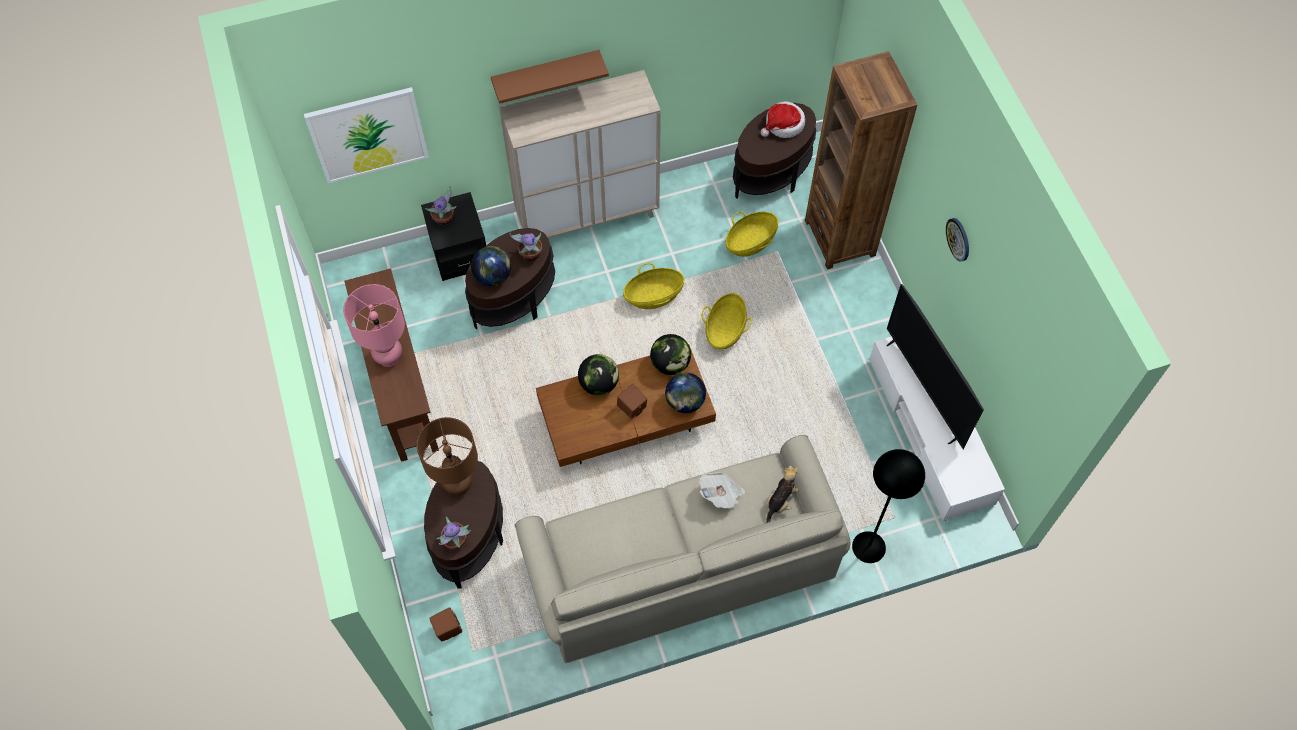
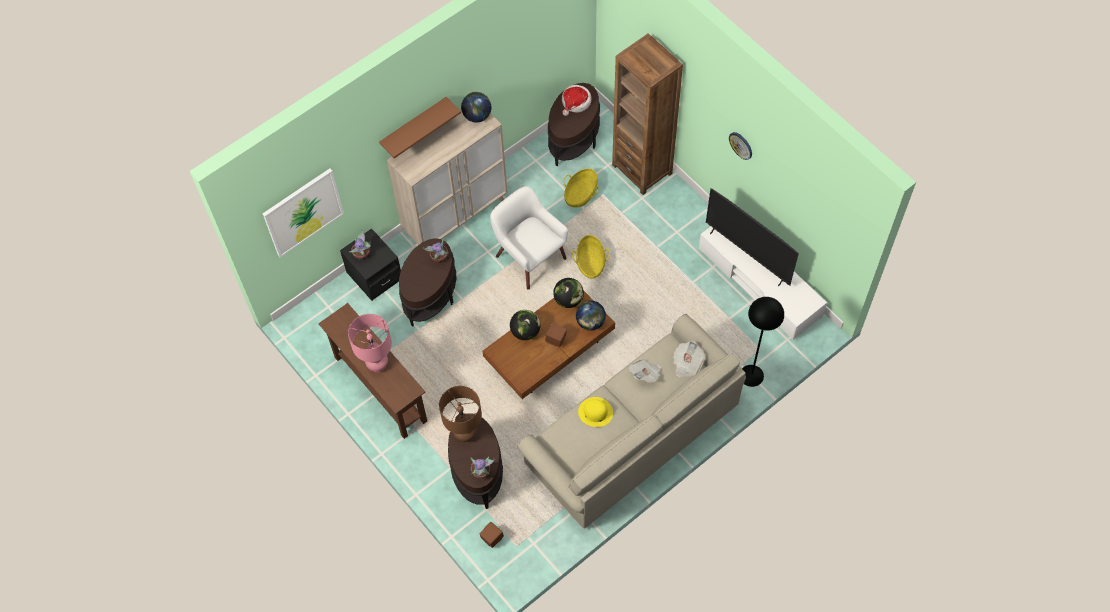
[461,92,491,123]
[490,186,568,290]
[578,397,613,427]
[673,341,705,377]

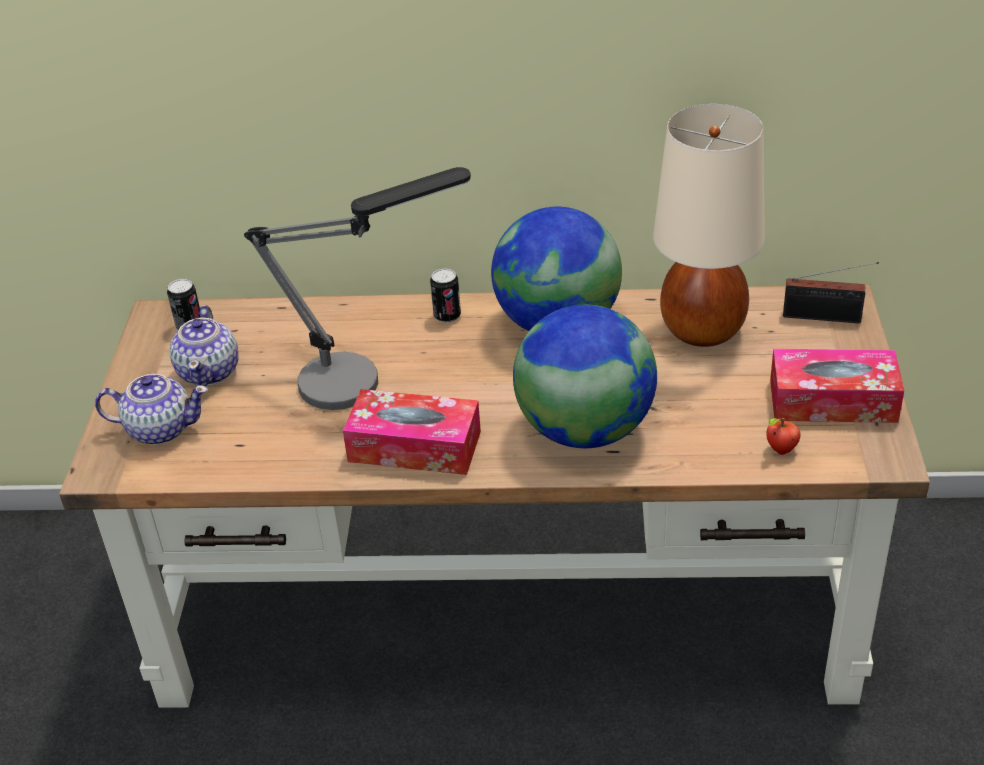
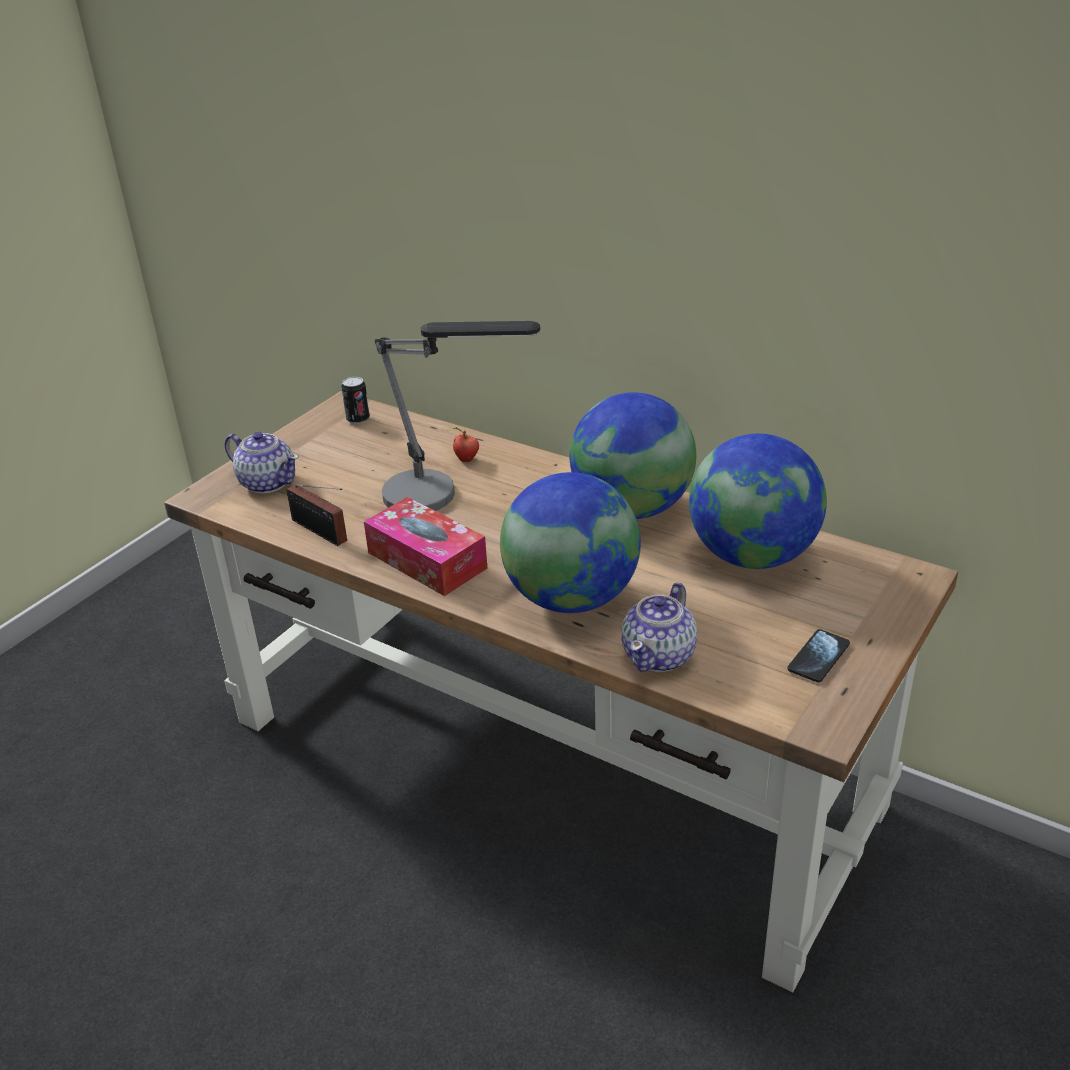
[286,484,347,546]
[449,427,479,462]
[622,583,697,672]
[689,434,827,569]
[787,629,850,682]
[430,268,461,323] (first image)

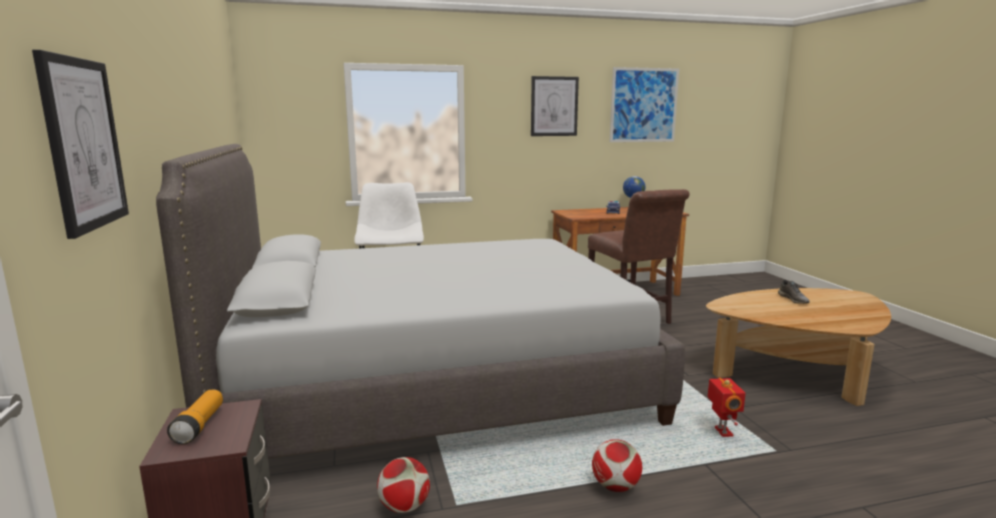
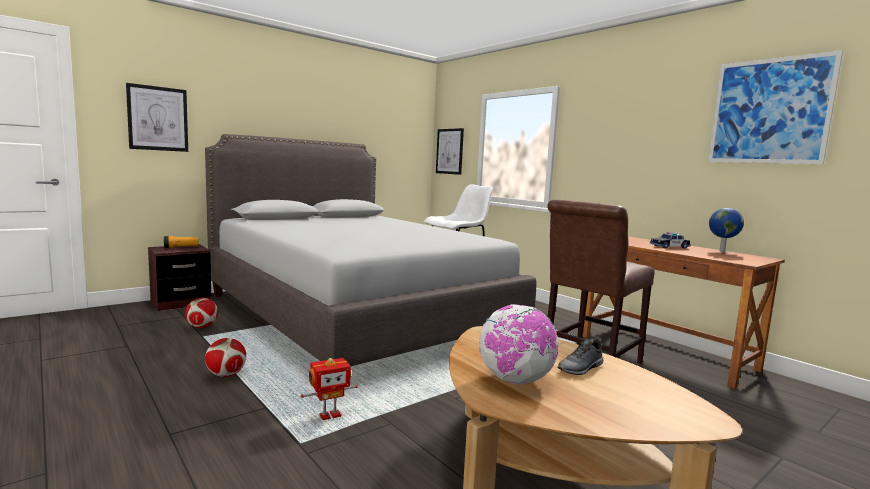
[436,128,464,175]
[479,304,559,385]

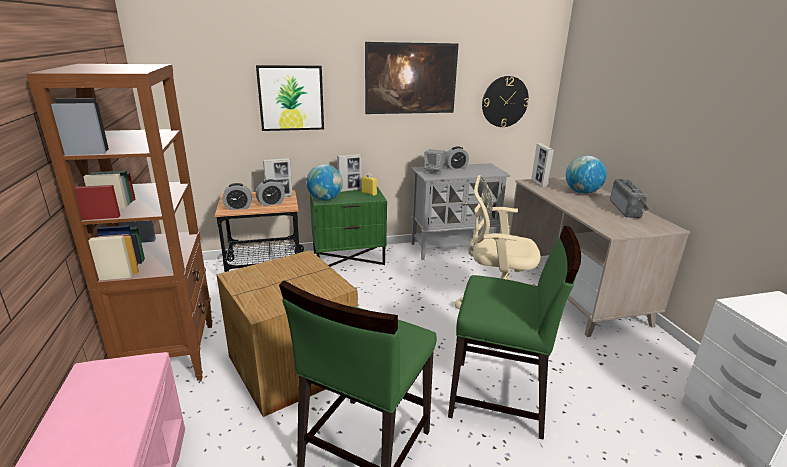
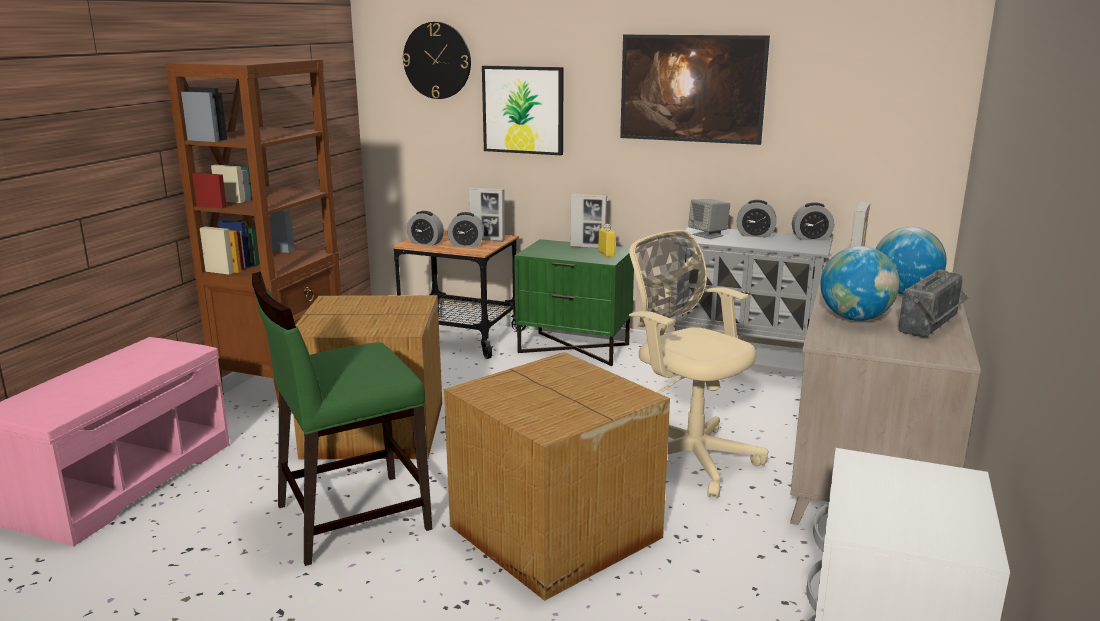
[402,22,471,99]
[444,352,670,601]
[792,202,834,240]
[820,246,899,321]

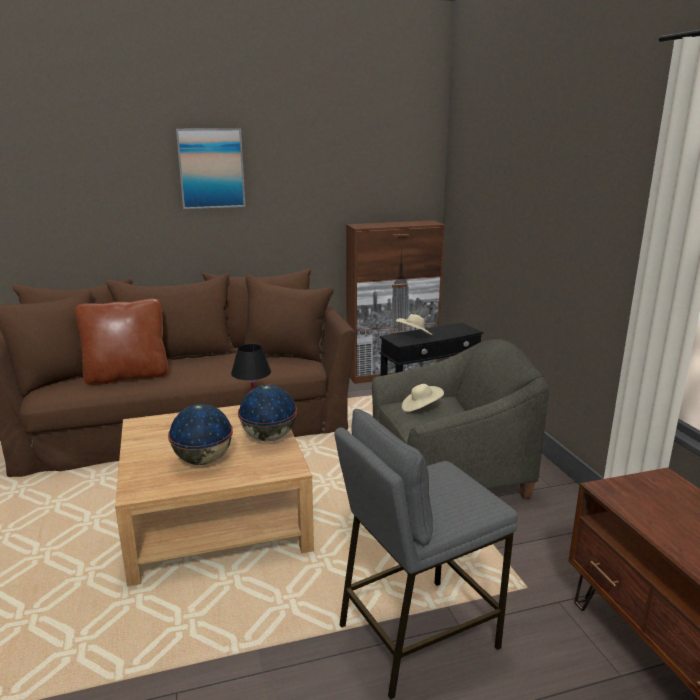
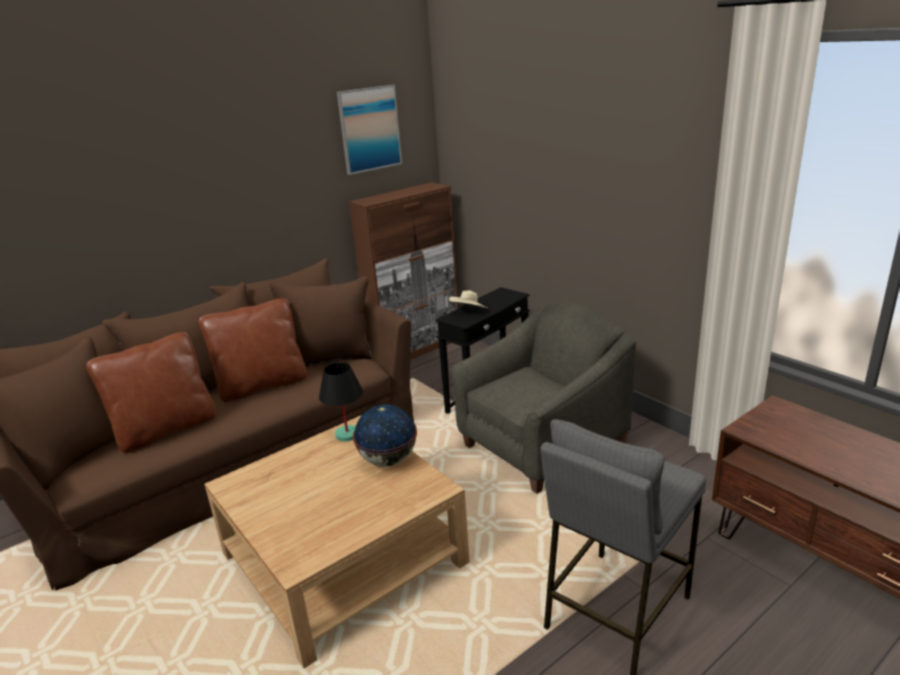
[199,298,307,402]
[337,85,402,175]
[168,404,233,465] (first image)
[402,384,444,412] (first image)

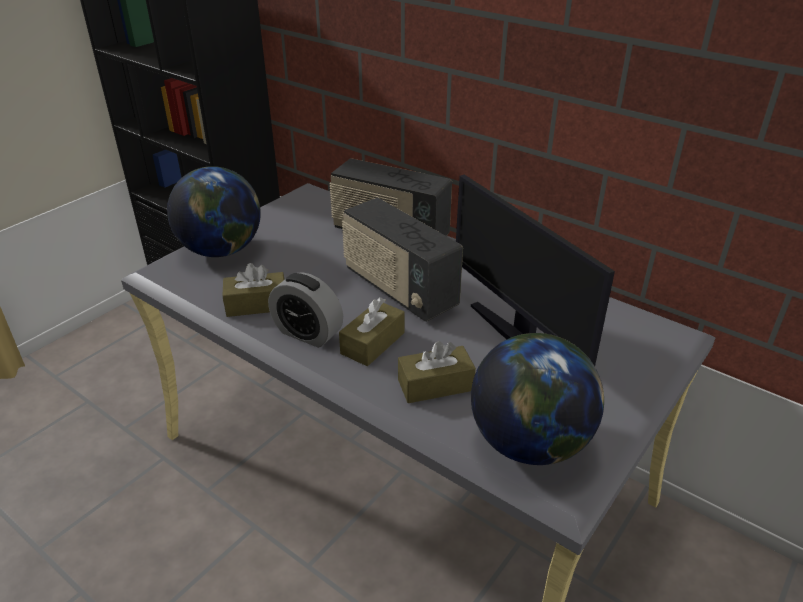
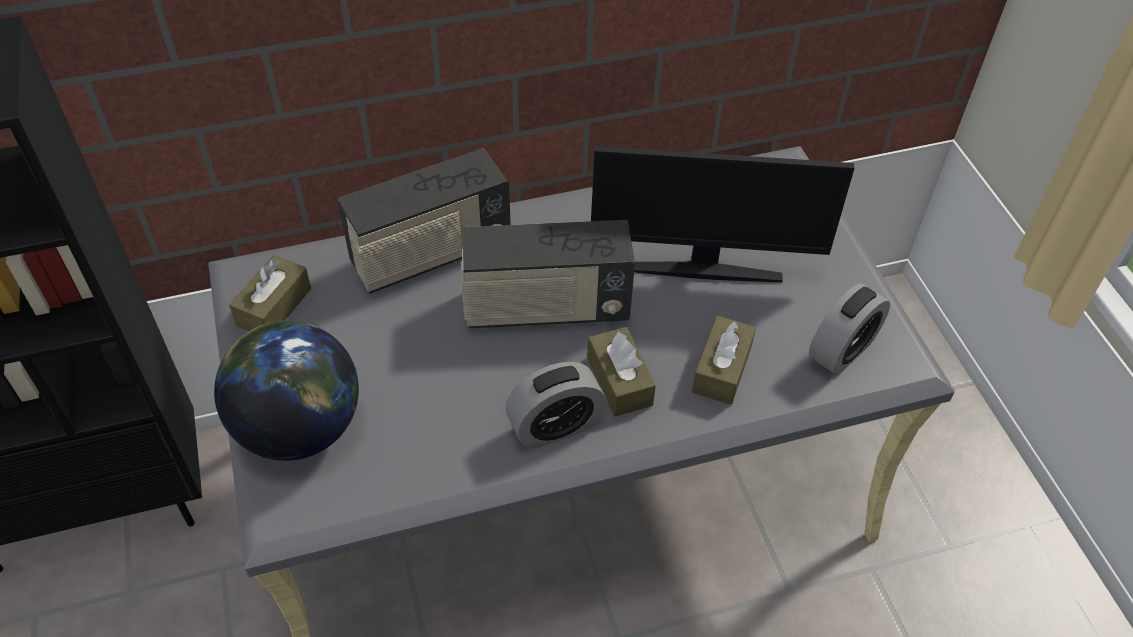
[229,255,311,331]
[809,284,890,375]

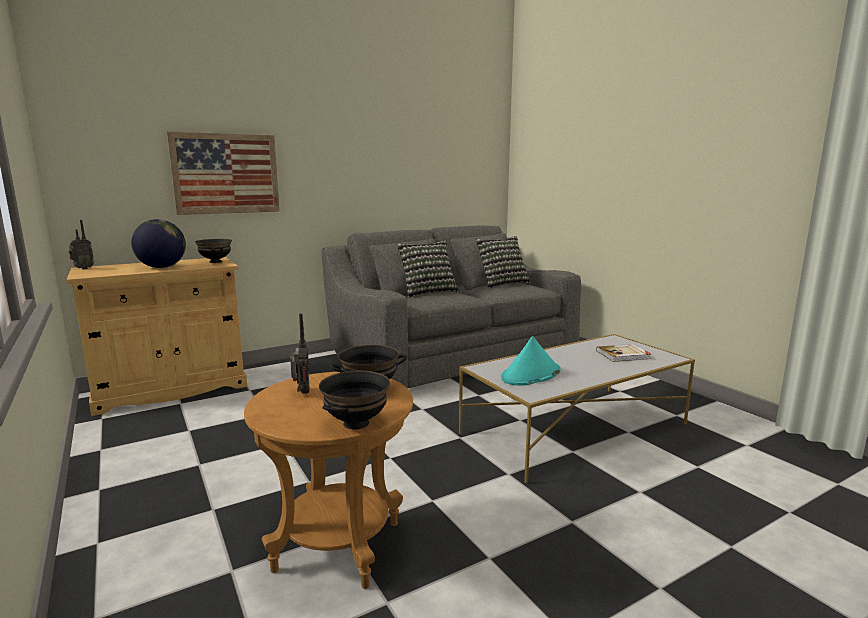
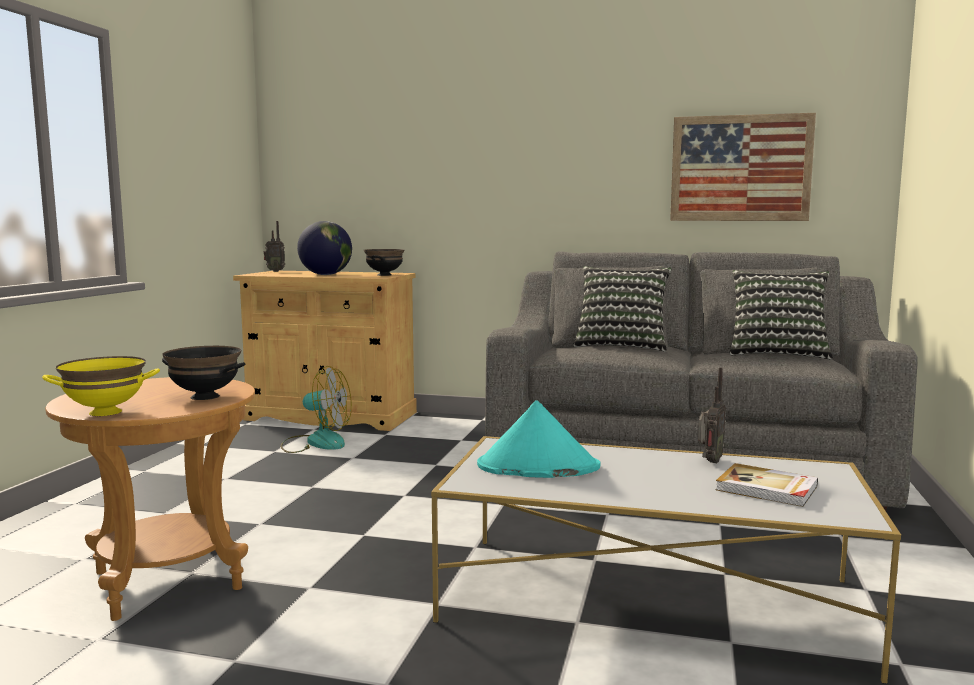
[42,356,160,416]
[280,366,352,453]
[670,113,816,221]
[698,367,726,463]

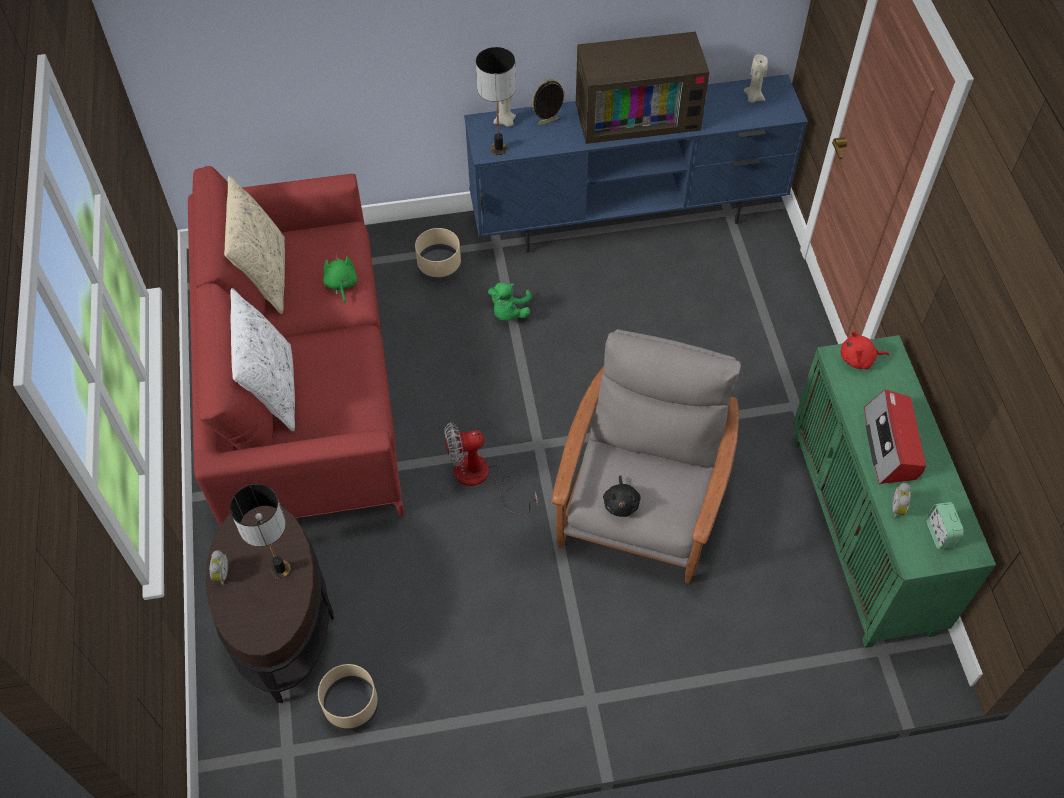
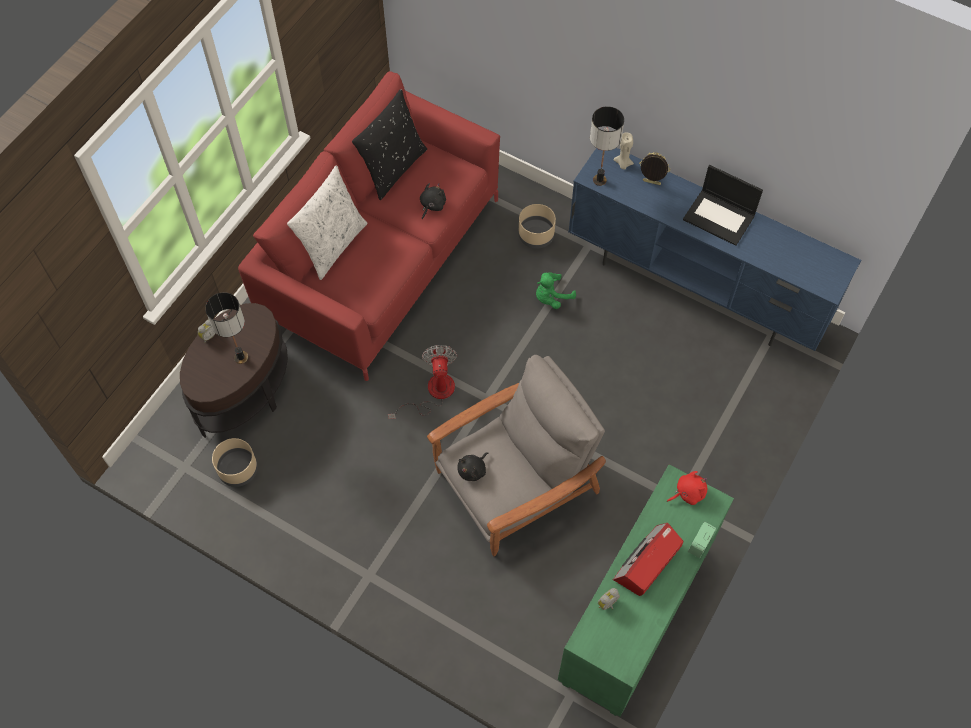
[352,89,427,200]
[388,345,457,419]
[420,183,446,219]
[667,471,707,505]
[683,165,763,246]
[688,521,716,558]
[744,54,768,103] (first image)

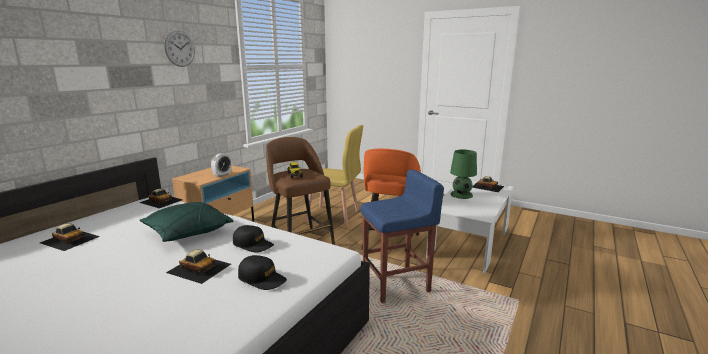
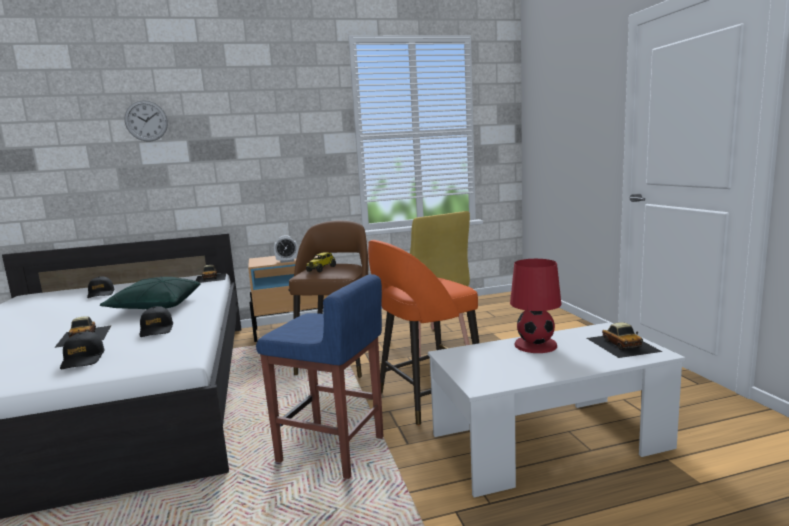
[87,276,114,298]
[124,100,168,142]
[510,259,562,353]

